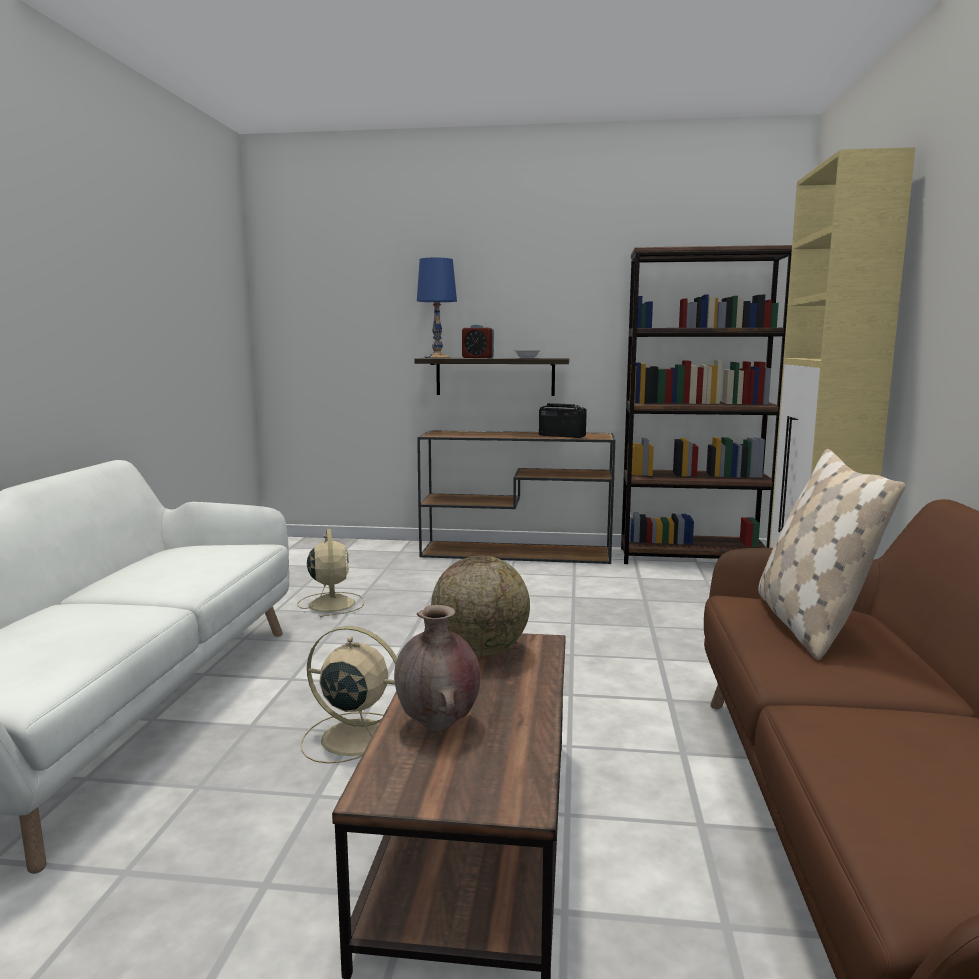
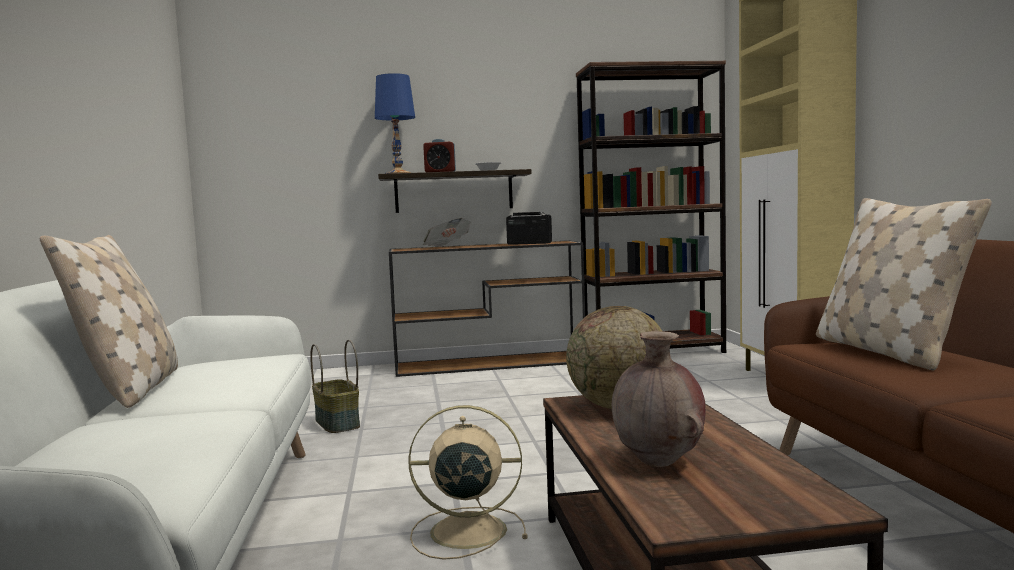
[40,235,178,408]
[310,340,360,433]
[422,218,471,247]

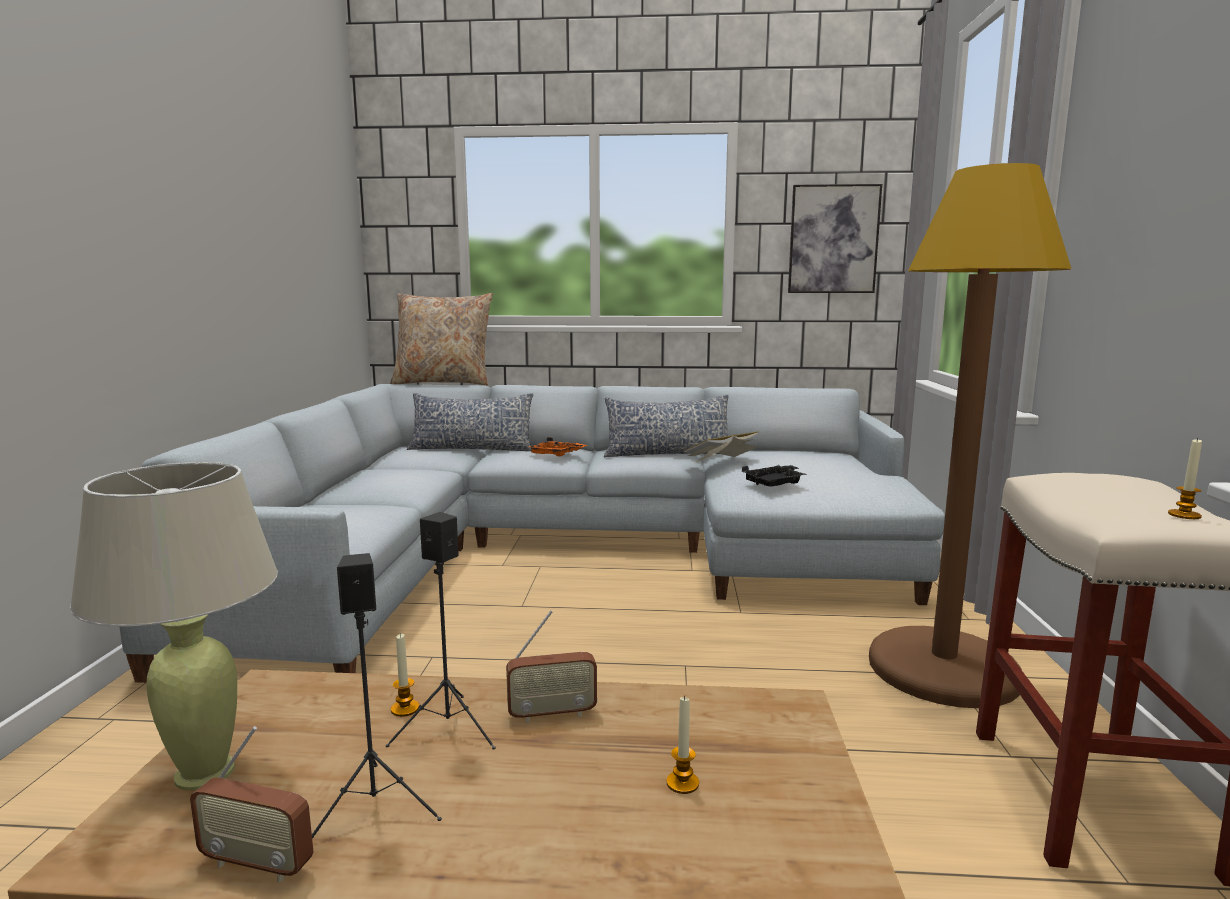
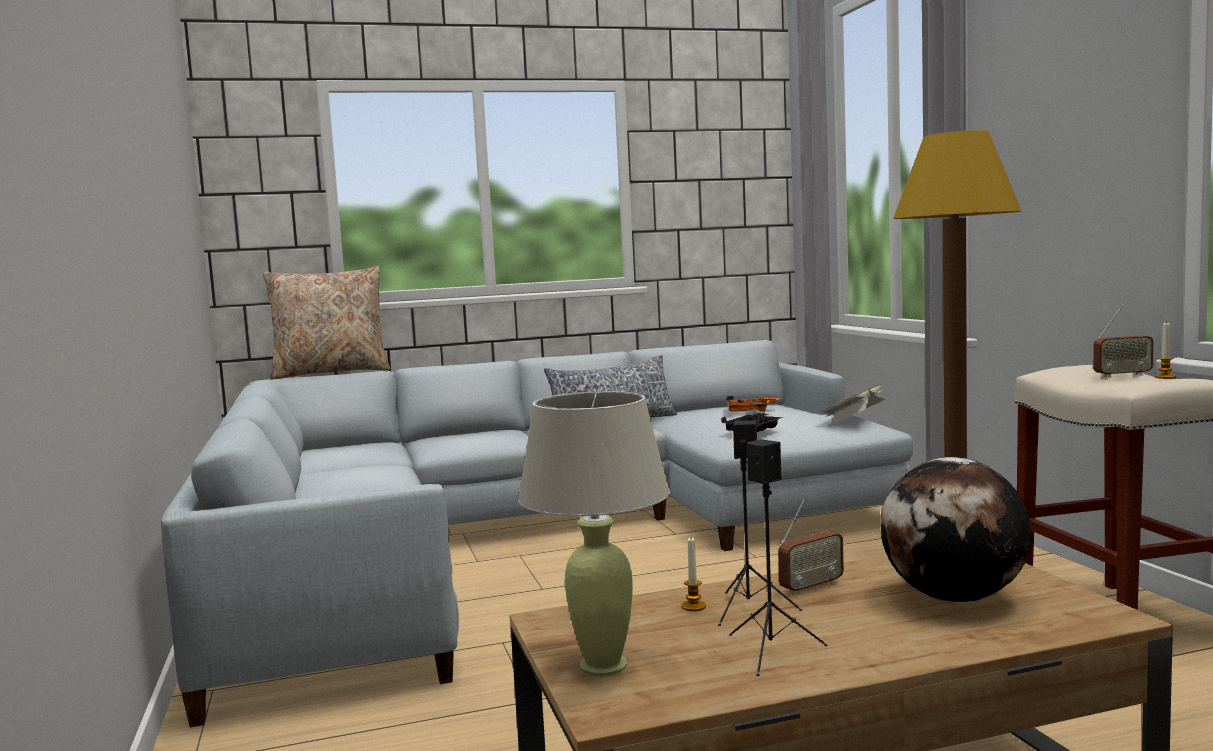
[726,395,780,412]
[820,383,886,425]
[880,457,1031,602]
[1093,307,1154,378]
[407,393,533,451] (first image)
[788,184,882,293] (first image)

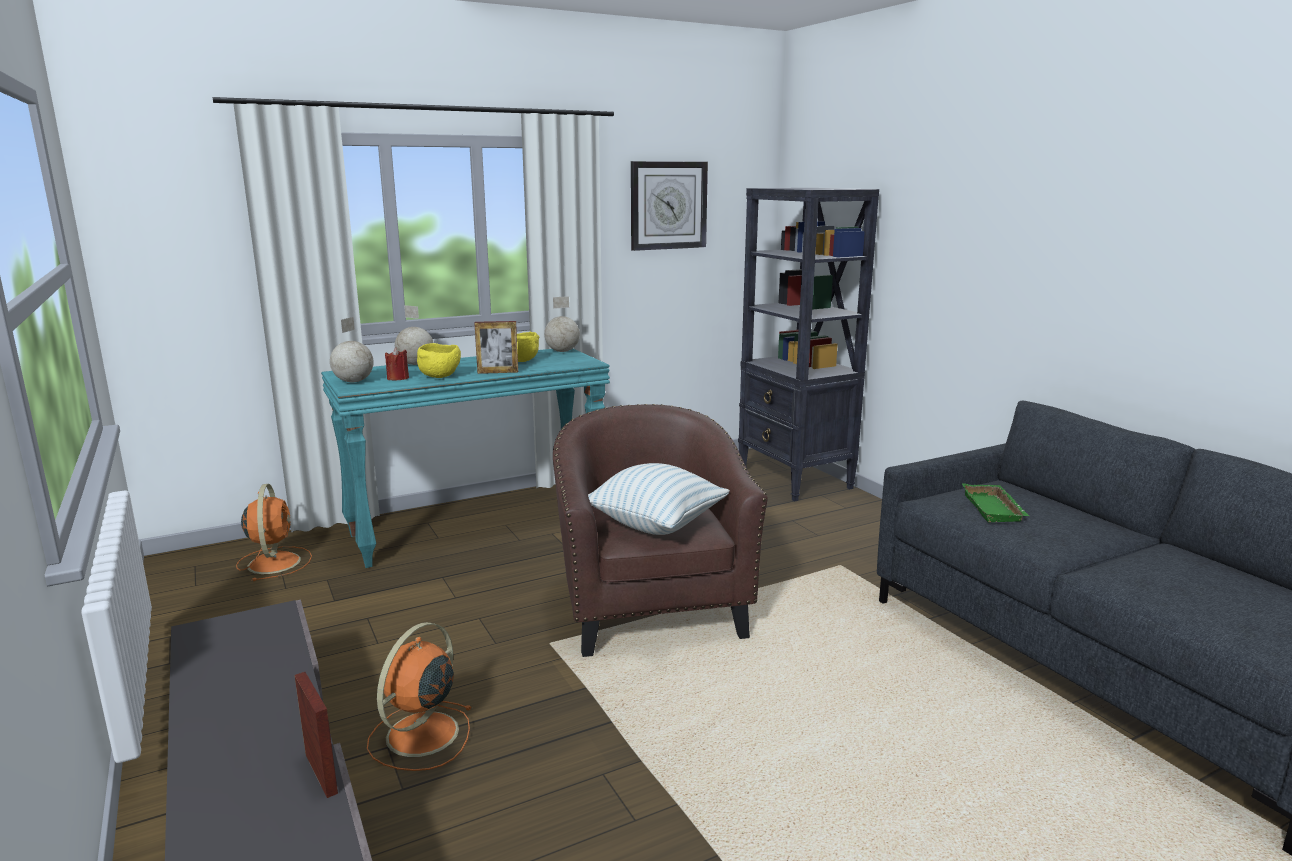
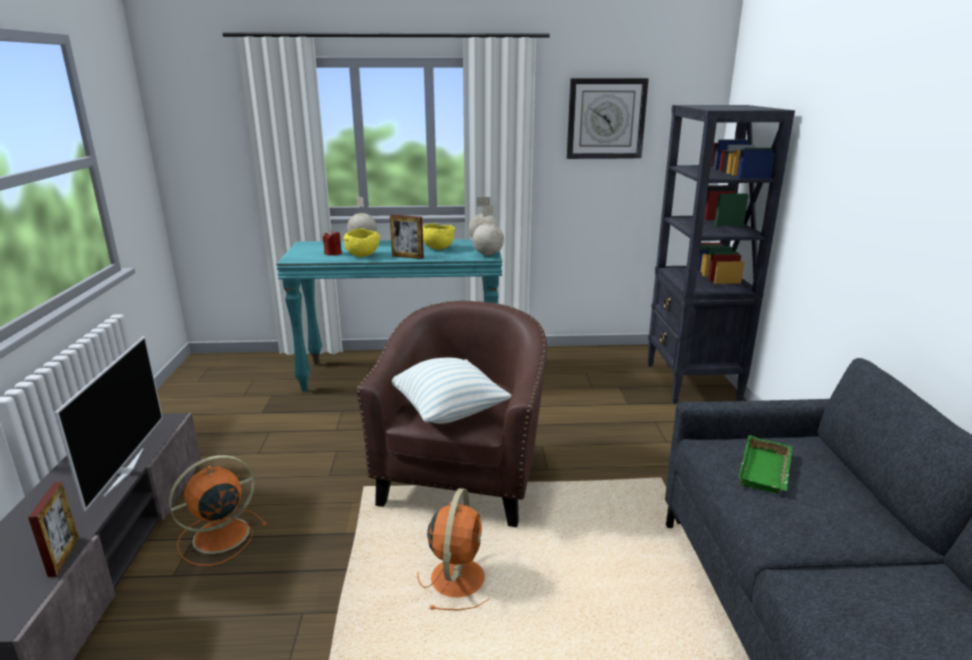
[55,336,163,511]
[417,488,489,611]
[472,205,504,255]

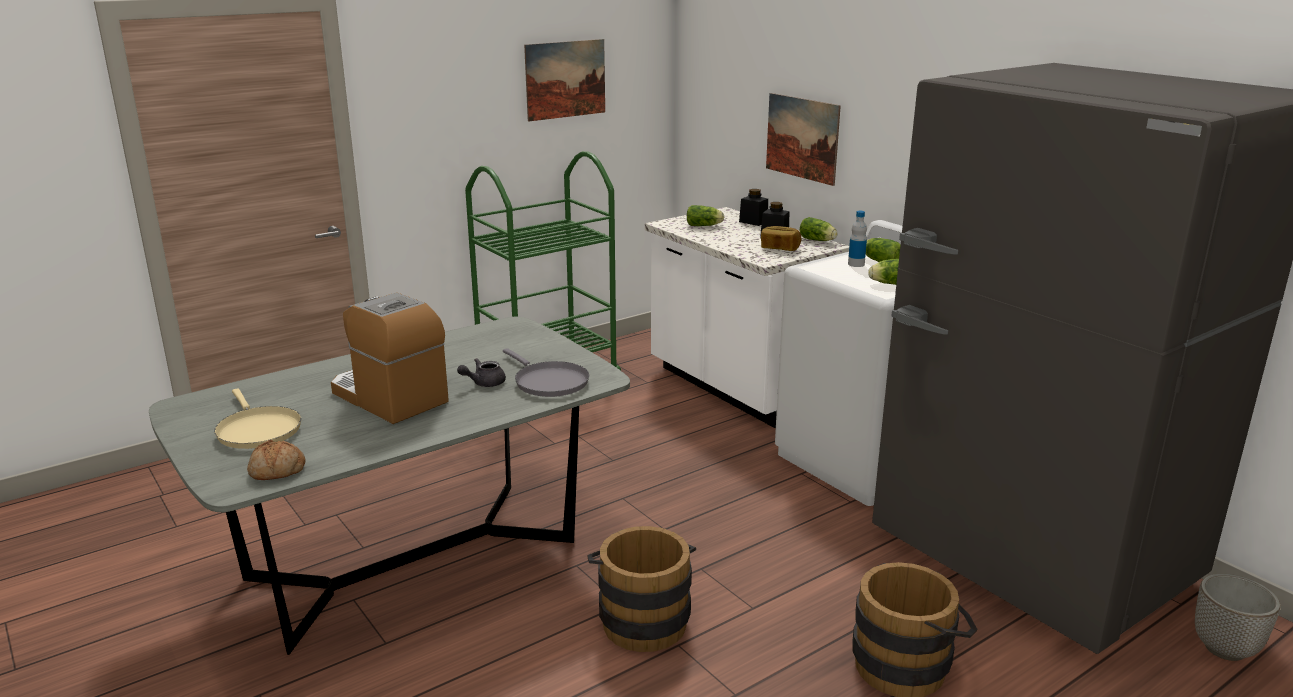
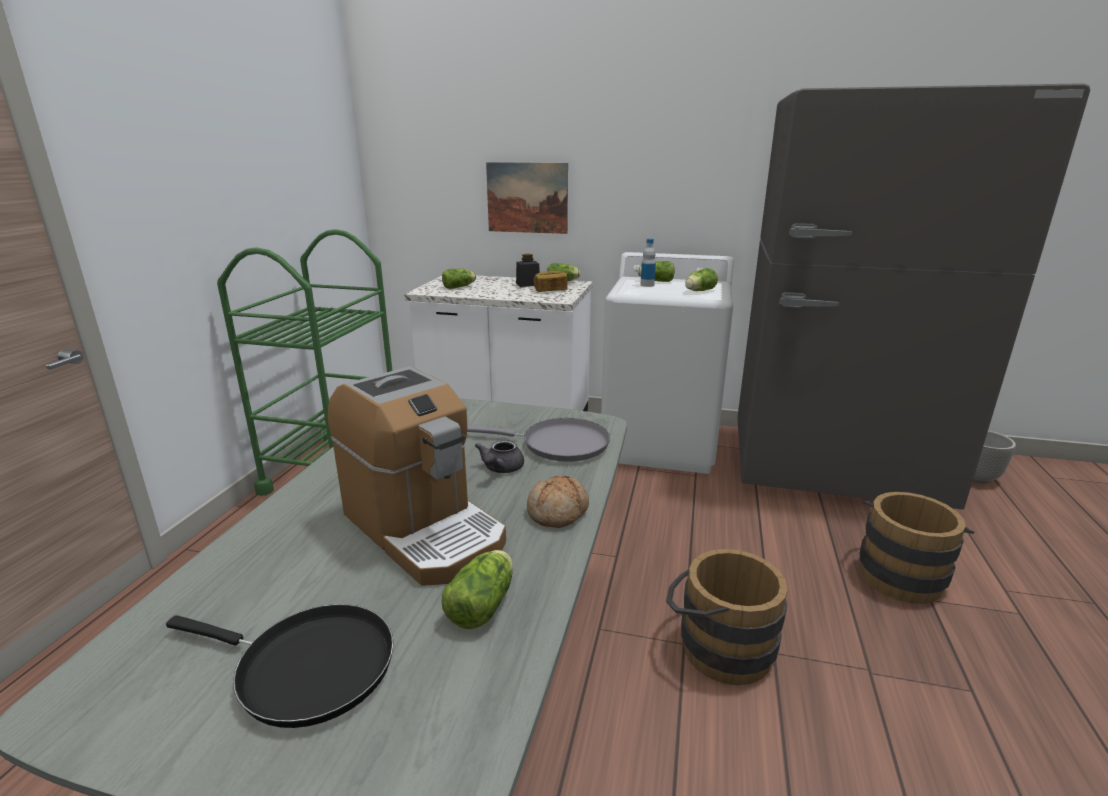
[166,604,394,728]
[328,366,506,586]
[441,550,513,629]
[527,476,589,528]
[524,39,605,121] (first image)
[739,189,768,226] (first image)

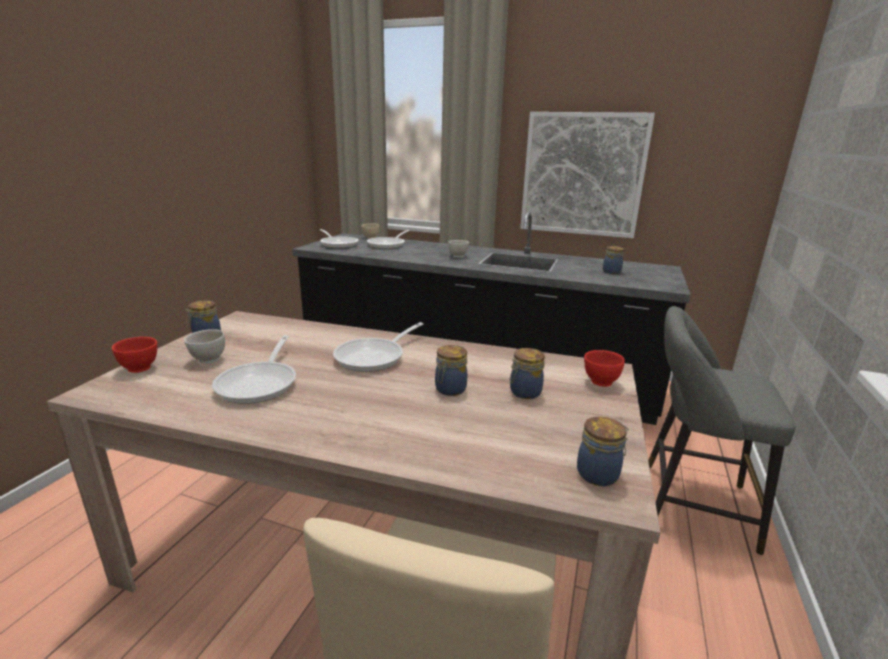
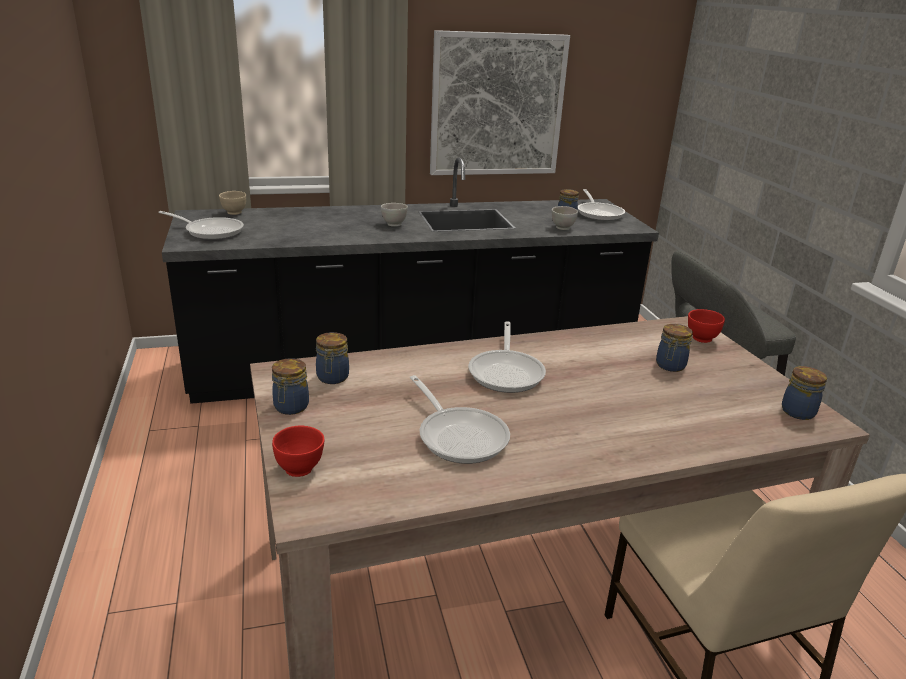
[316,332,349,384]
[552,206,578,230]
[578,189,625,221]

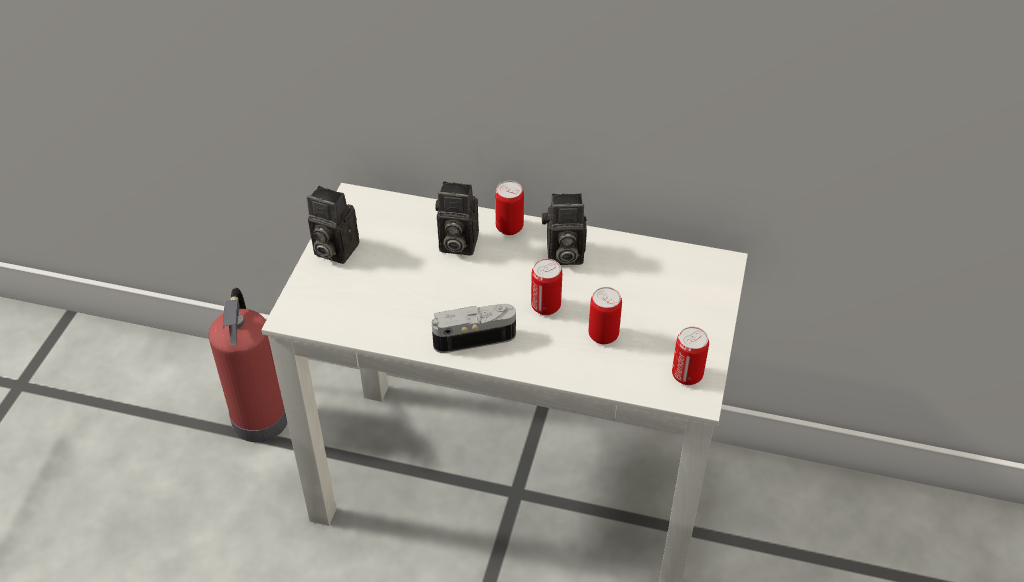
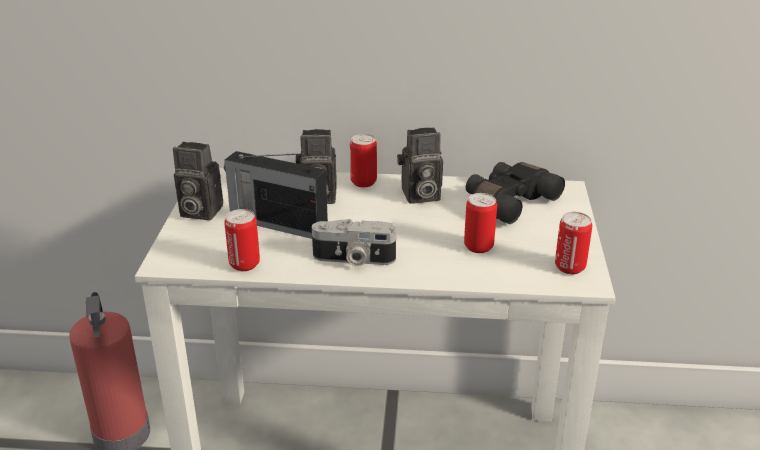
[224,151,328,239]
[224,209,260,271]
[312,219,396,266]
[466,162,565,224]

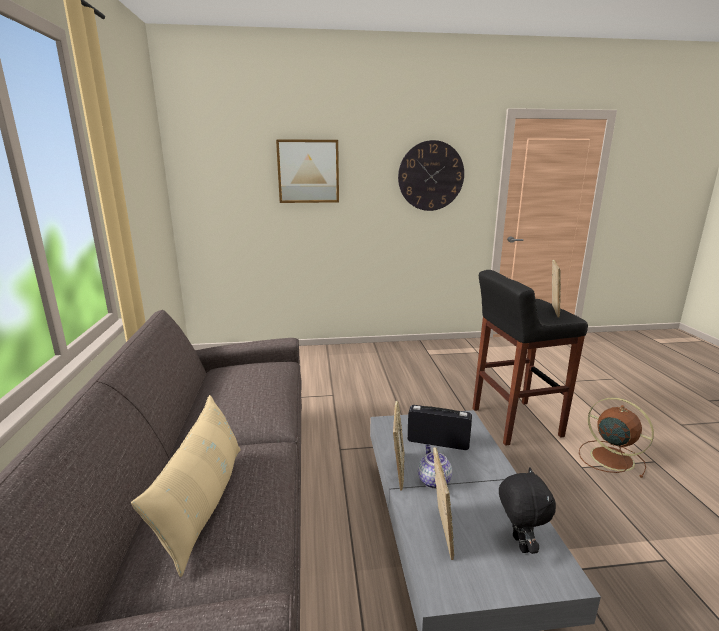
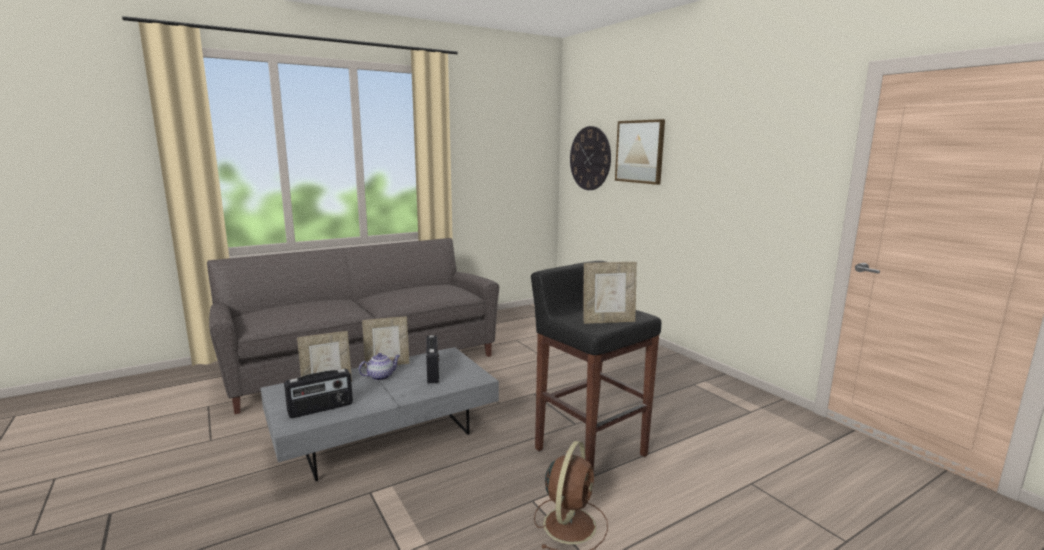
[284,369,353,418]
[570,126,611,190]
[131,395,241,577] (first image)

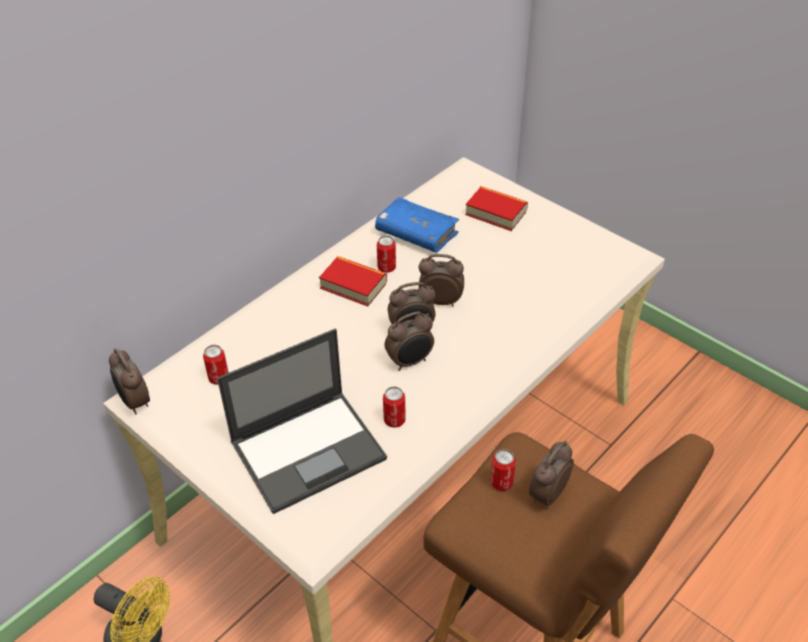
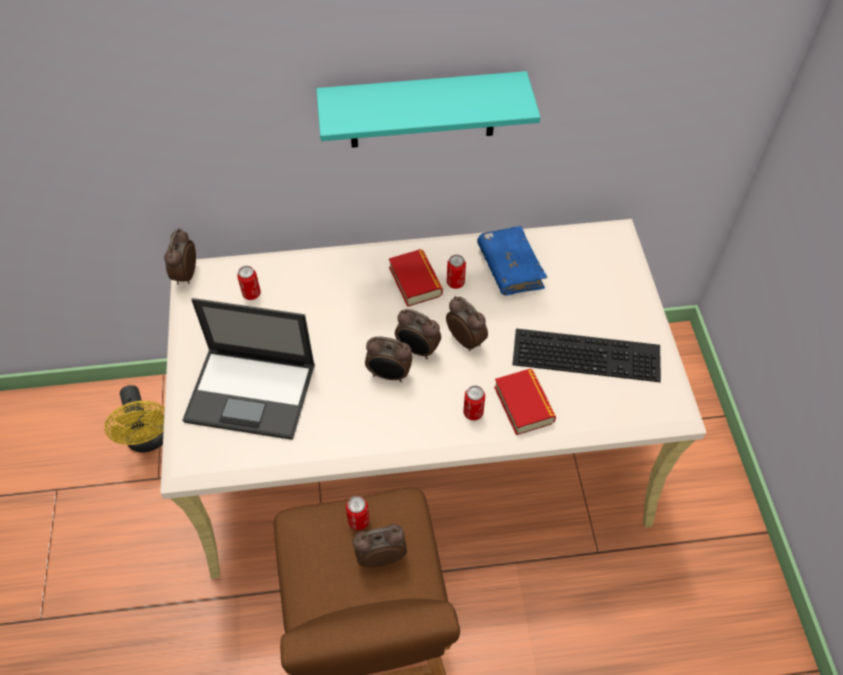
[316,71,540,148]
[463,386,485,420]
[494,369,556,435]
[512,328,661,382]

